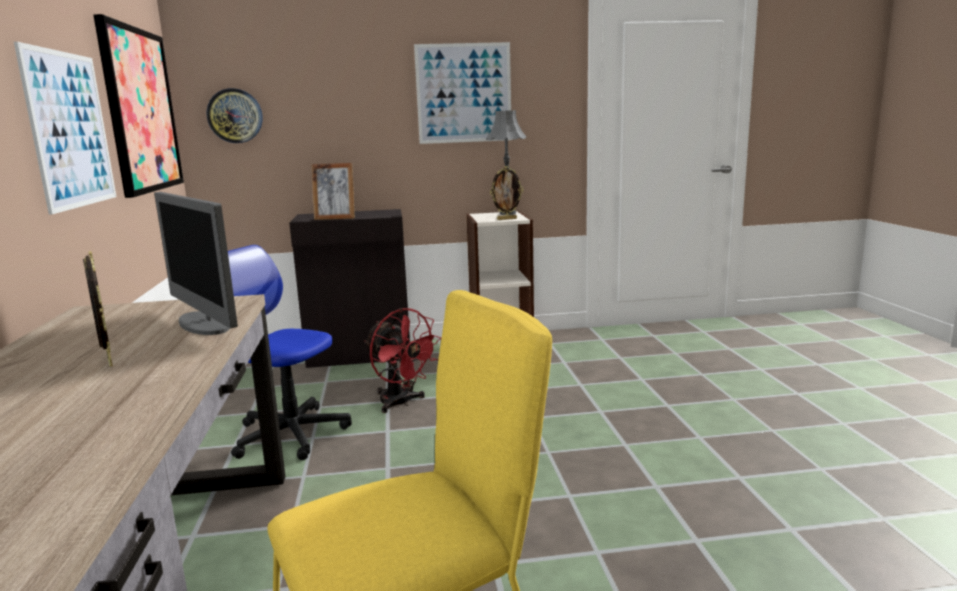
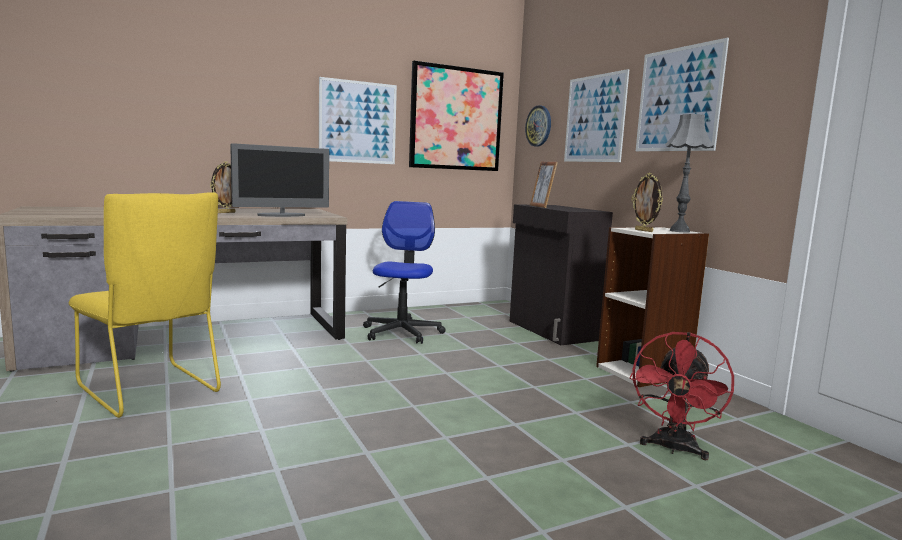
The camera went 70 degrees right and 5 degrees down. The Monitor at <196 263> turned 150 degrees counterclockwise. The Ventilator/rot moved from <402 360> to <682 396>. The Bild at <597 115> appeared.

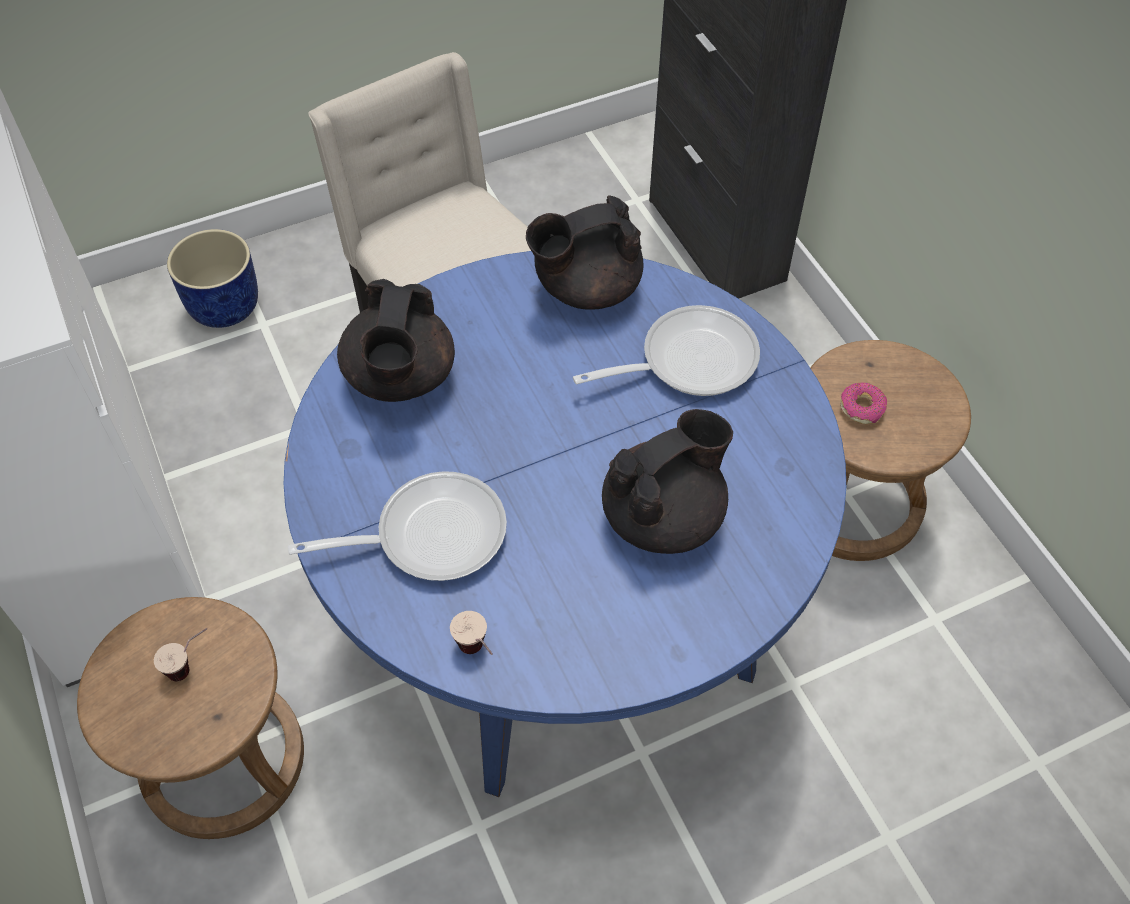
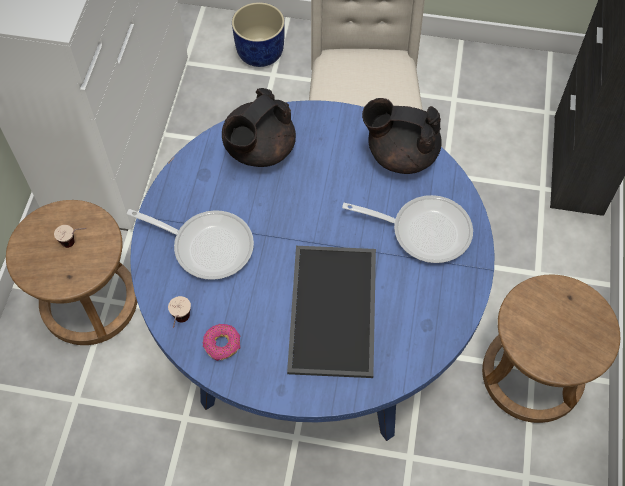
The camera went 35 degrees right and 5 degrees up. The Donut moved from <863 403> to <221 342>. The Teekanne/schwarz at <667 481> was replaced by the Tablett at <331 312>.

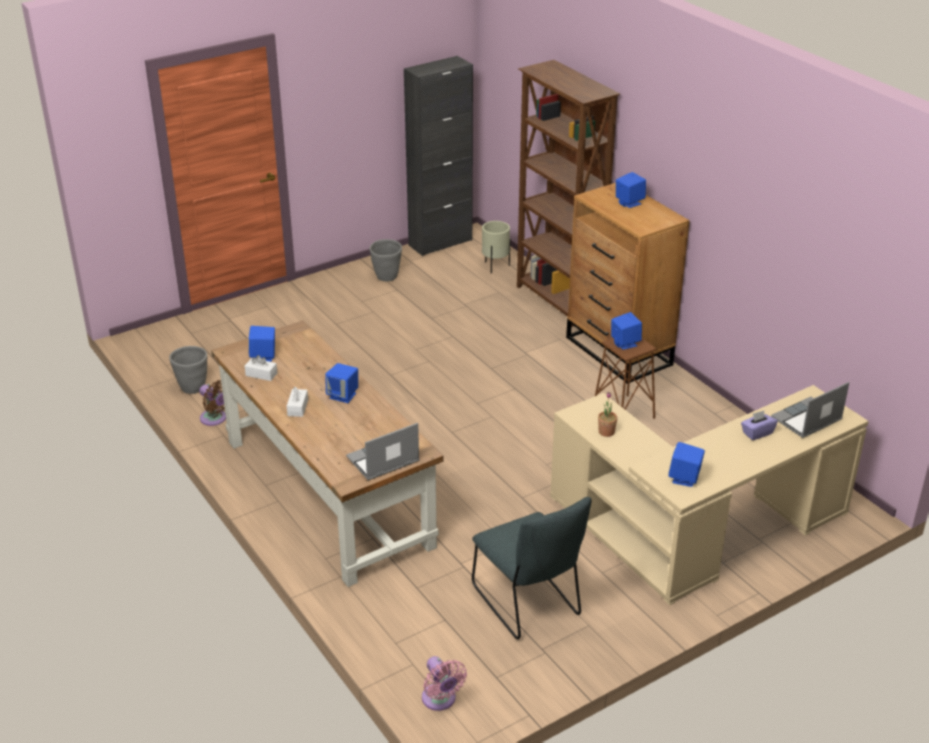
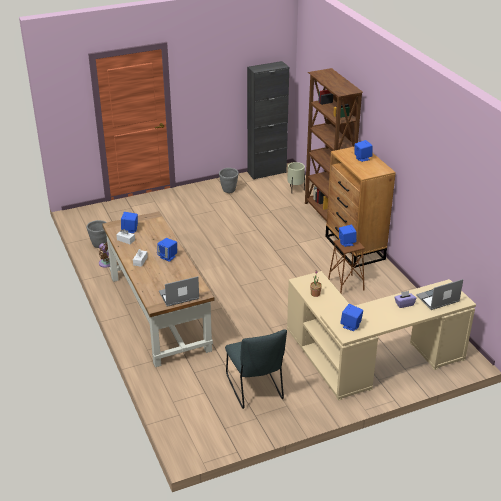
The camera went 10 degrees right and 0 degrees up. The Ventilator/rosa at <444 683> disappeared.

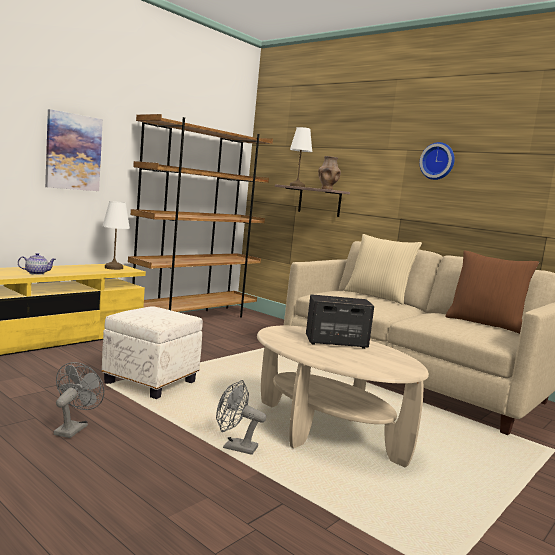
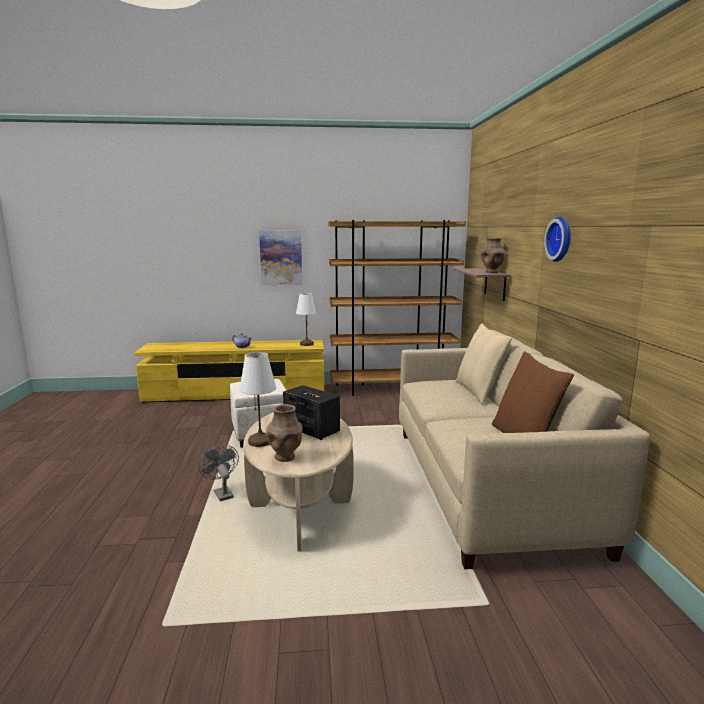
The camera went 45 degrees right and 5 degrees up. The Tischlampe/weiß moved from <301 157> to <257 399>. The Ventilator/grau at <79 400> disappeared. The Vase/braun at <284 433> appeared.

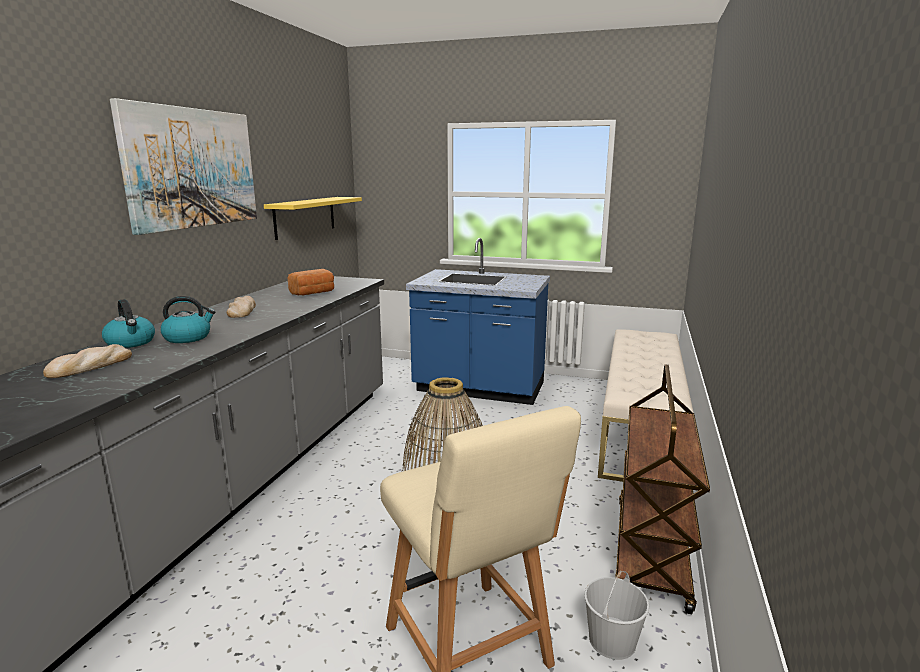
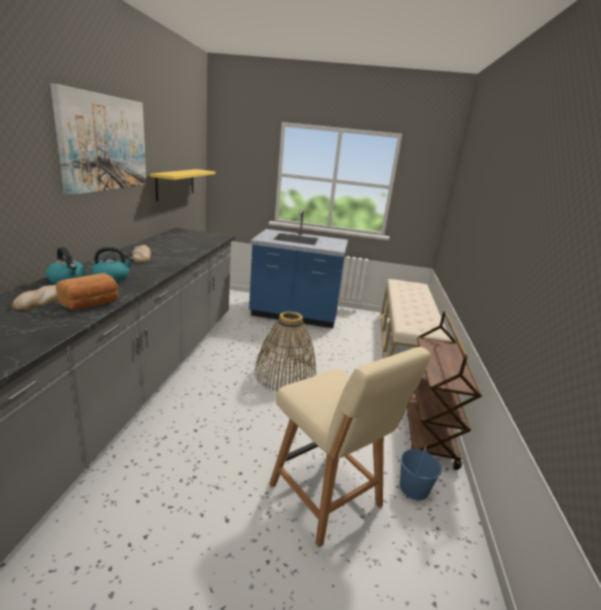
The camera went 10 degrees left and 5 degrees up. The Brot moved from <311 282> to <87 291>. The Eimer/weiß at <616 615> became the Eimer/blau at <421 473>.

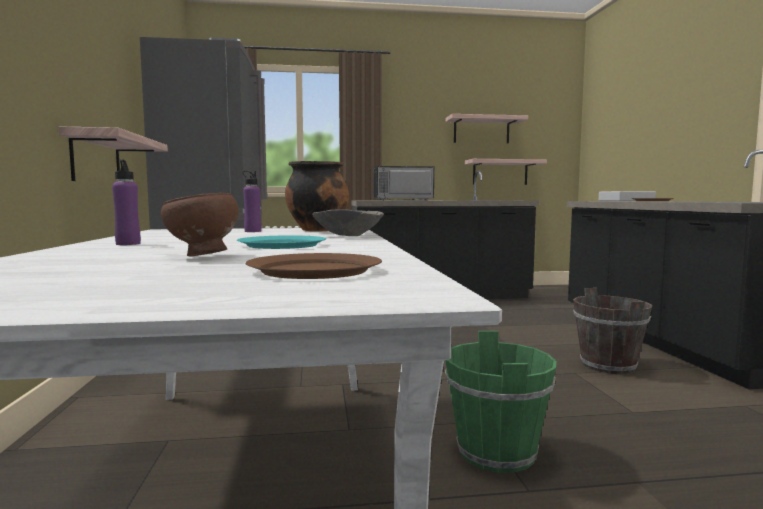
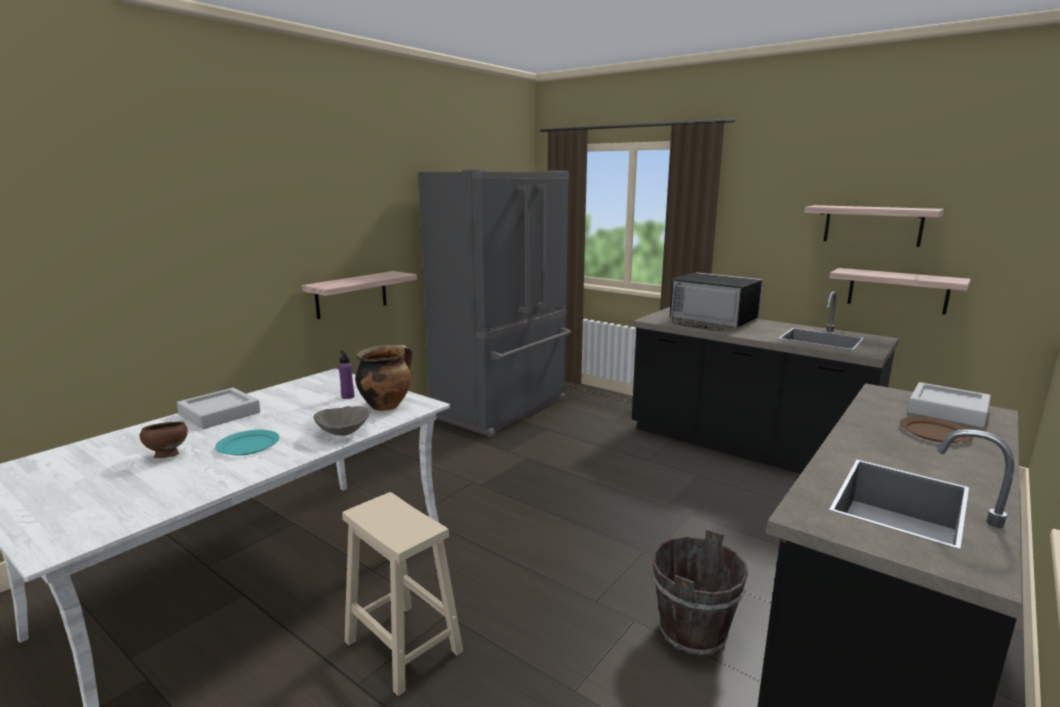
The camera went 45 degrees right and 10 degrees up. The Flasche/lila at <126 202> was replaced by the Tablett/grau at <219 408>. The Teller/braun at <313 266> disappeared. The Eimer/grün at <501 402> was replaced by the Hocker/beige at <402 594>.

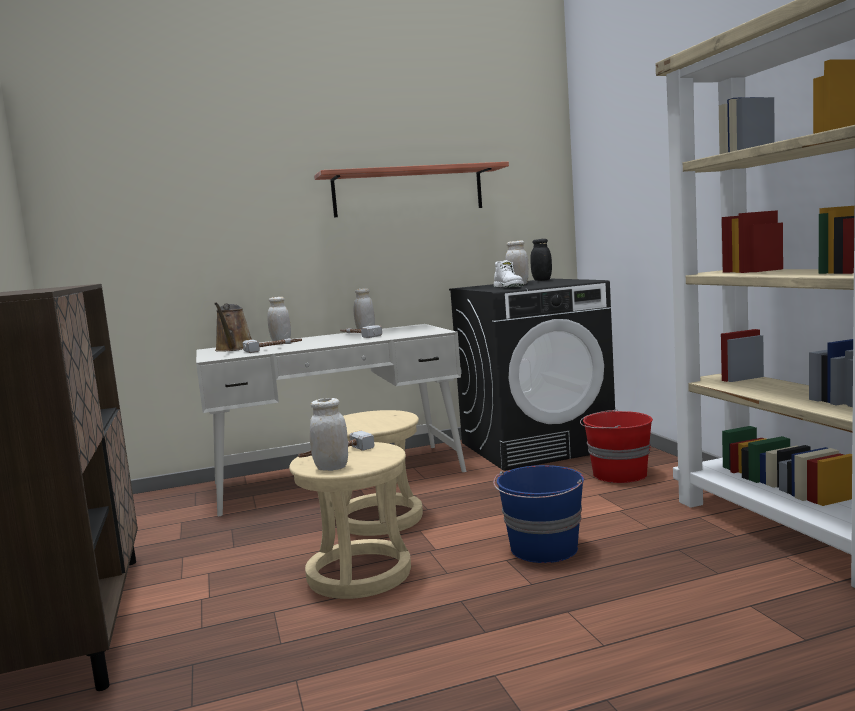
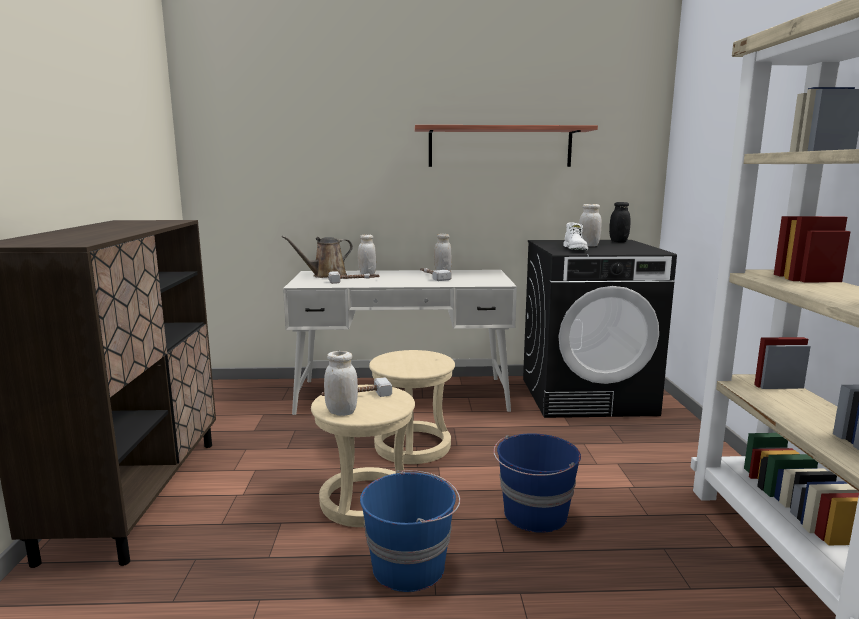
The camera went 15 degrees right and 5 degrees up. The Gießkanne/braun at <233 327> turned 45 degrees clockwise. The Eimer/rot at <616 446> disappeared. The Eimer/blau at <410 531> appeared.

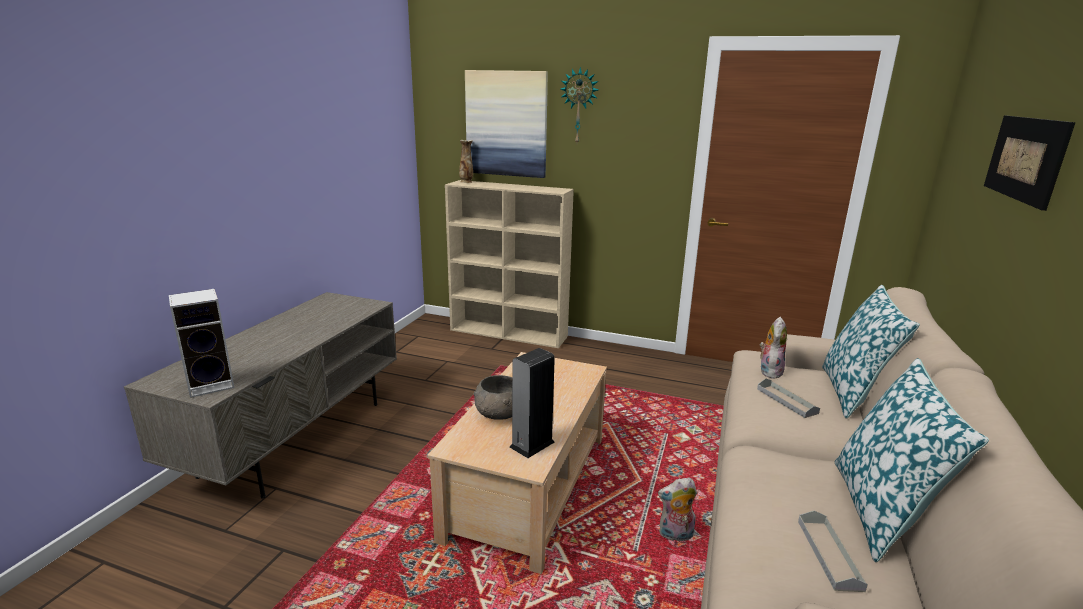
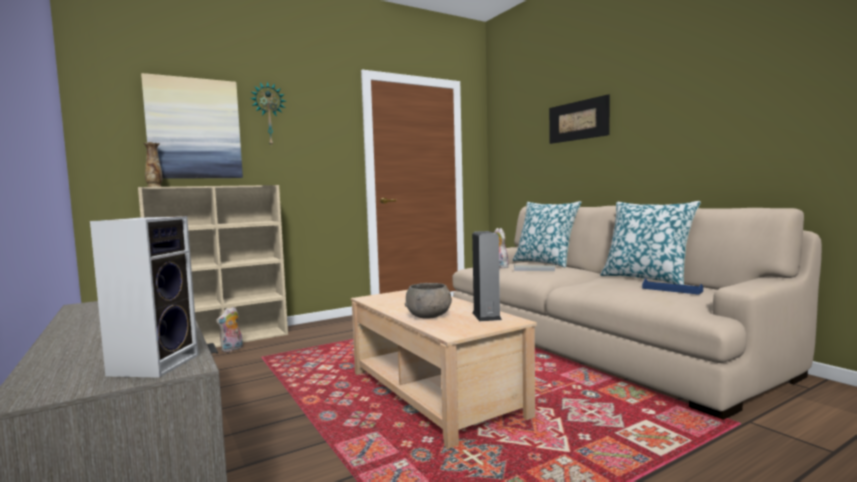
The camera went 50 degrees left and 15 degrees down. The Plüschtier moved from <677 509> to <229 329>. The Tablett/grau at <833 551> became the Tablett/blau at <672 287>.

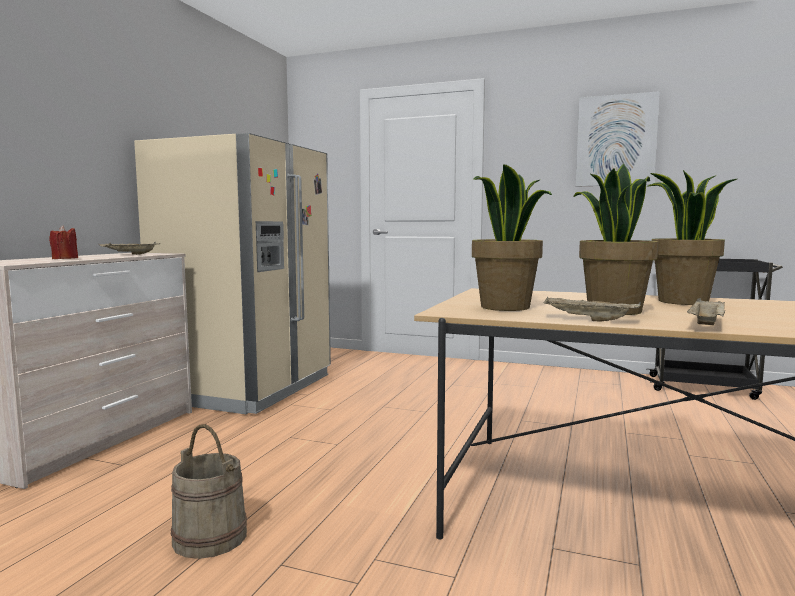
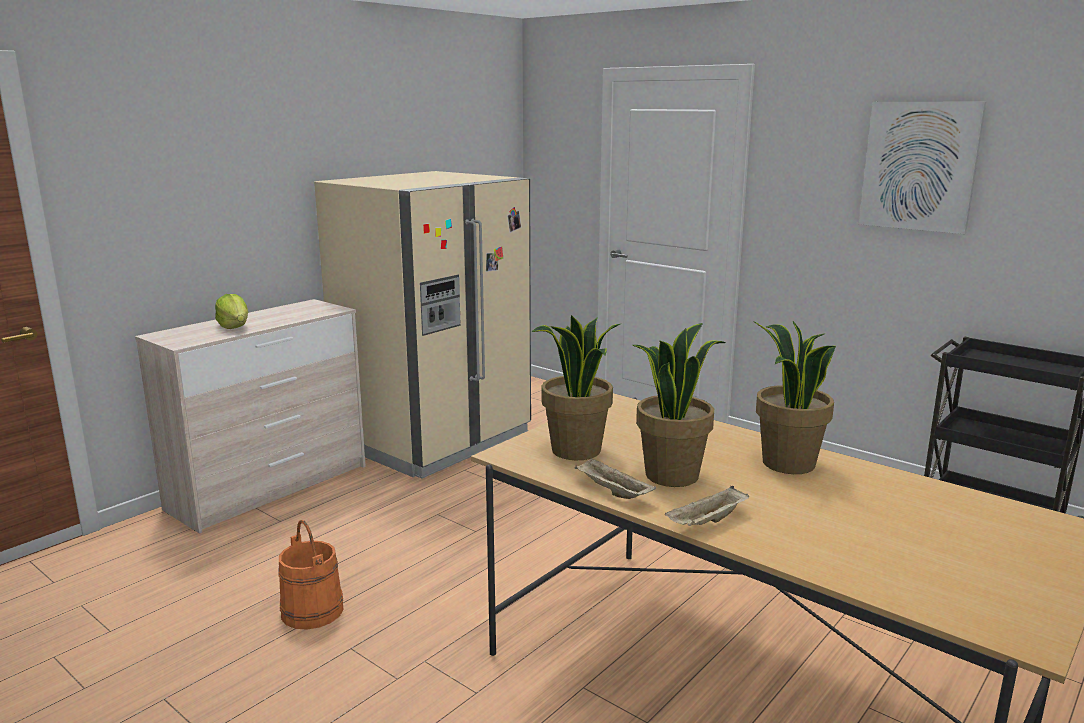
The camera went 20 degrees right and 10 degrees up. The Kerze/rot at <63 242> was replaced by the Salatkopf at <231 311>. The Tablett/beige at <129 248> disappeared. The Eimer/beige at <209 491> became the Eimer/orange at <311 575>.

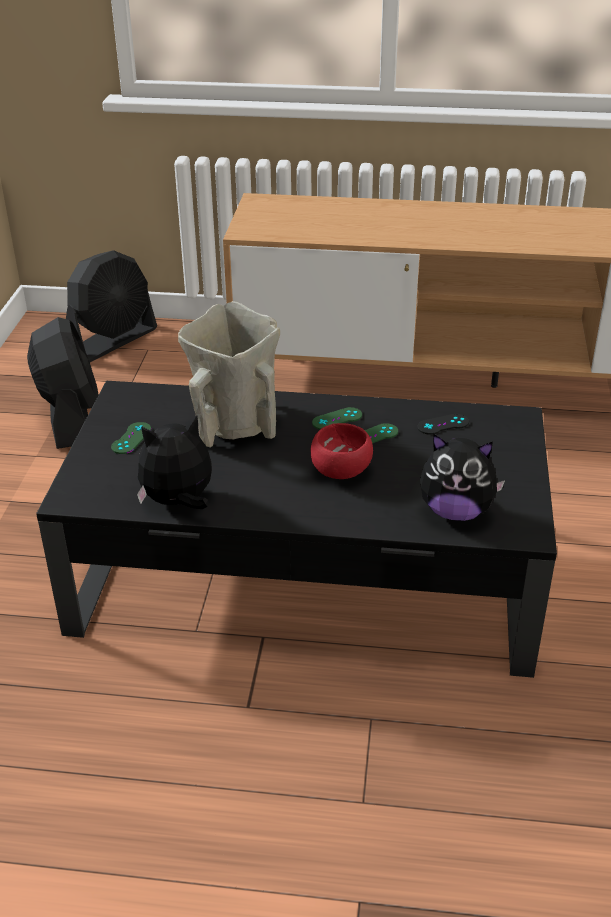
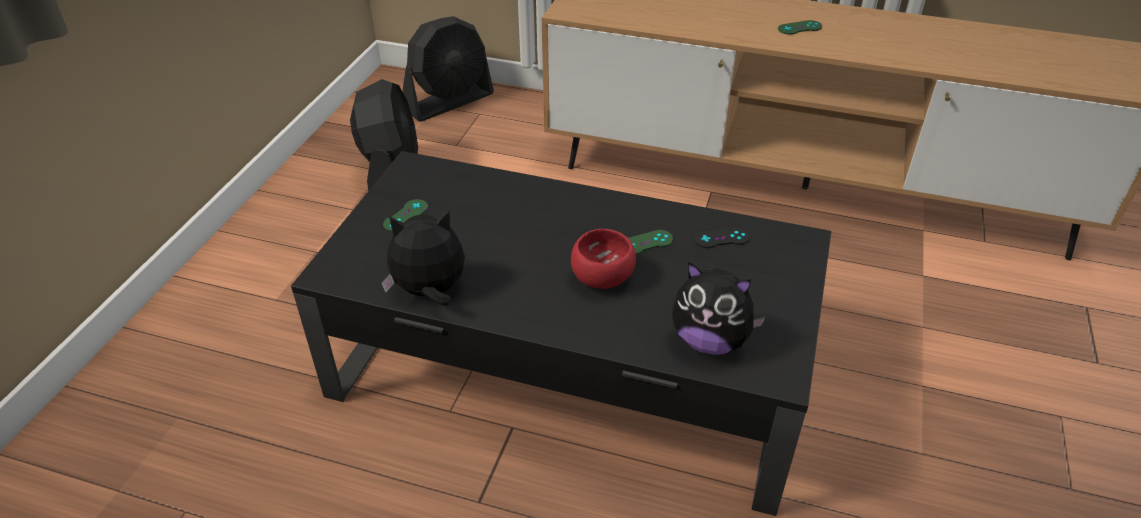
The camera went 10 degrees right and 5 degrees up. The Vase/beige at <229 374> disappeared. The Gamepad/grün moved from <337 418> to <800 27>.

